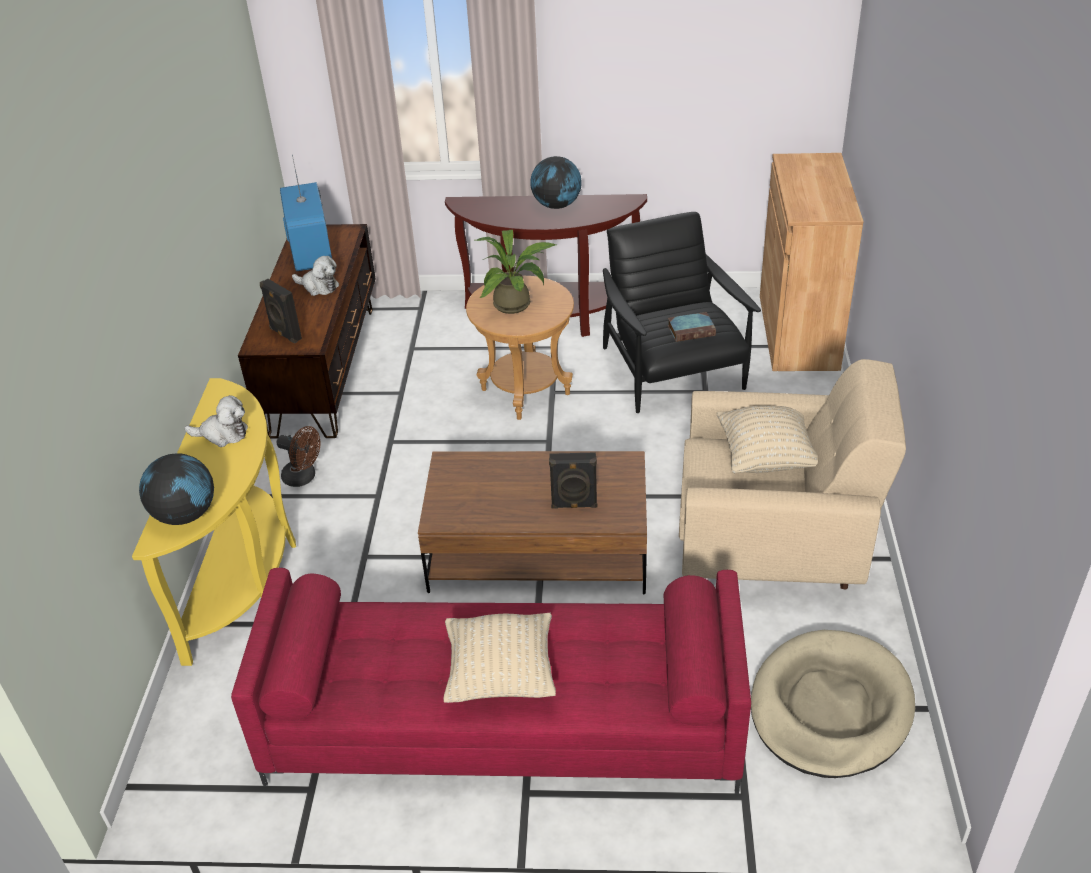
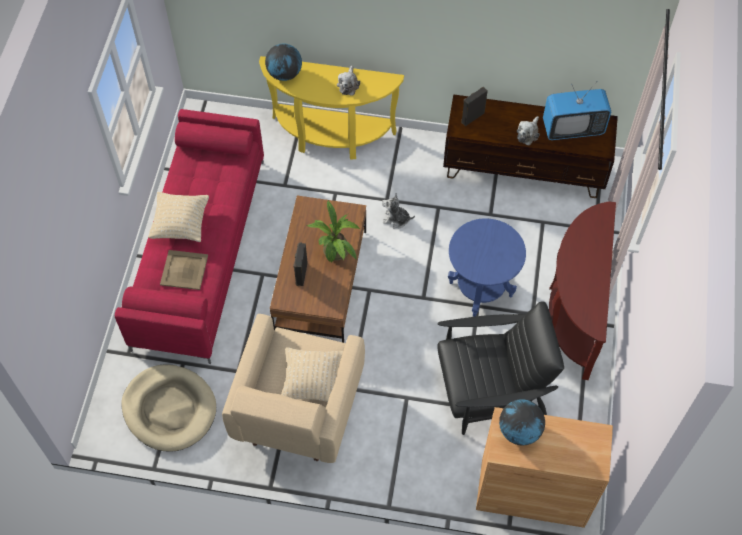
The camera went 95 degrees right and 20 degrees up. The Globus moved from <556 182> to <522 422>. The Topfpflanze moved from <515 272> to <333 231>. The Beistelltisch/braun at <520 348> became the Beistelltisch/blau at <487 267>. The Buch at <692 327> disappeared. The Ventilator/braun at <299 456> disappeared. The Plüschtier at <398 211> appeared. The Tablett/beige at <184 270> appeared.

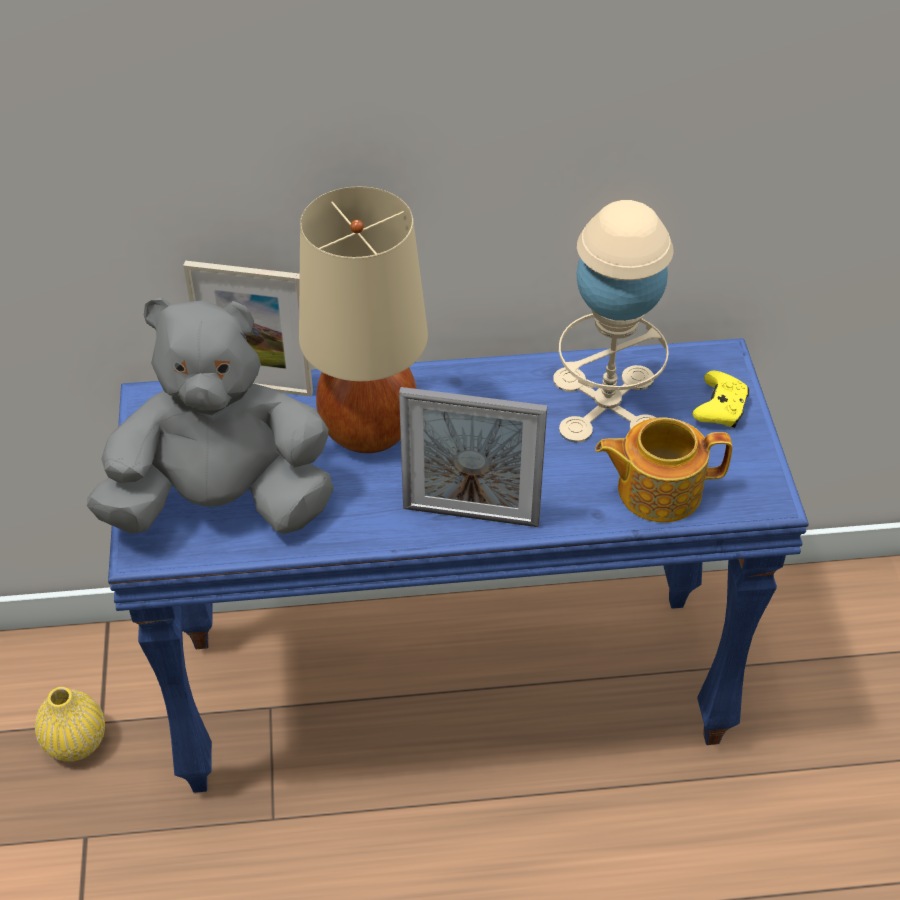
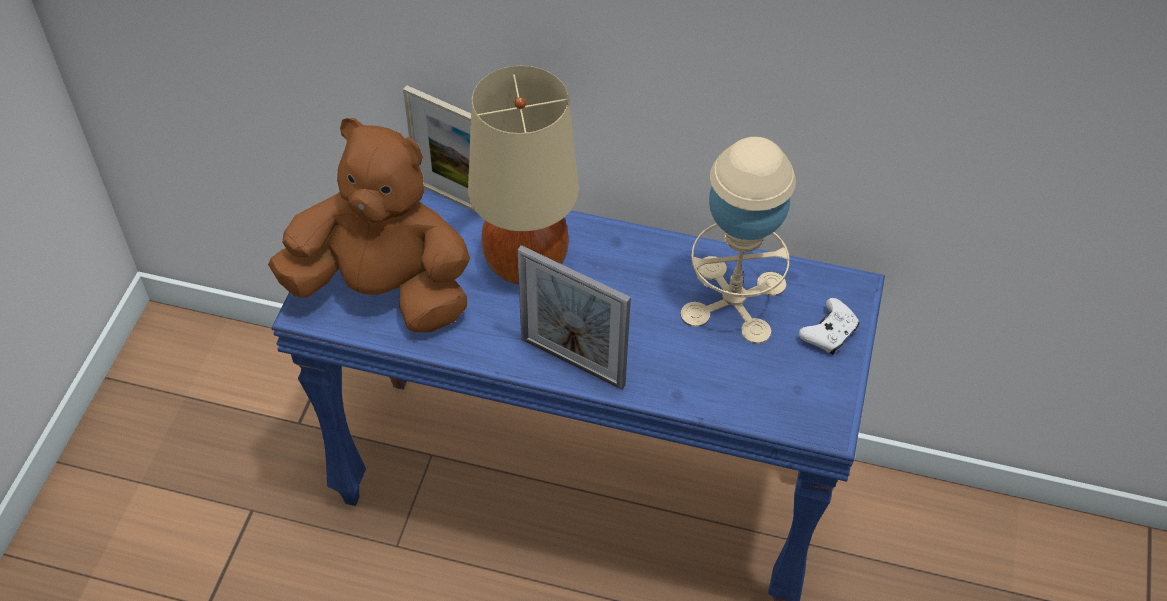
The camera went 20 degrees right and 5 degrees up. The Plüschtier/grau at <210 415> became the Plüschtier/braun at <369 225>. The Gamepad/gelb at <720 399> became the Gamepad/weiß at <829 326>. The Teekanne at <663 470> disappeared. The Vase/gelb at <70 724> disappeared.

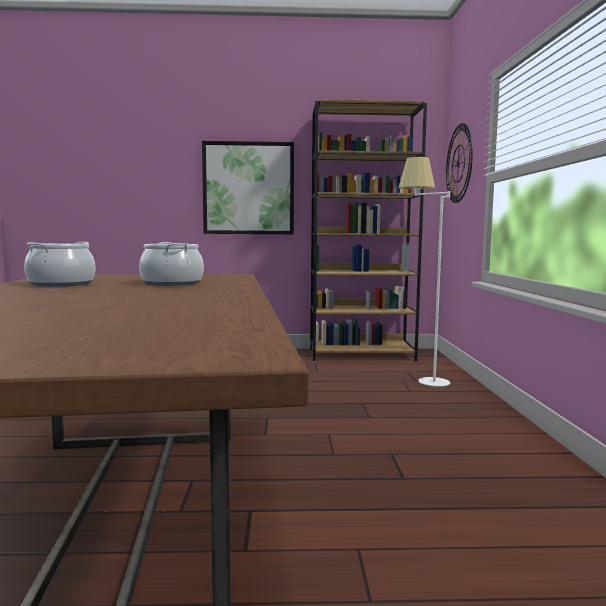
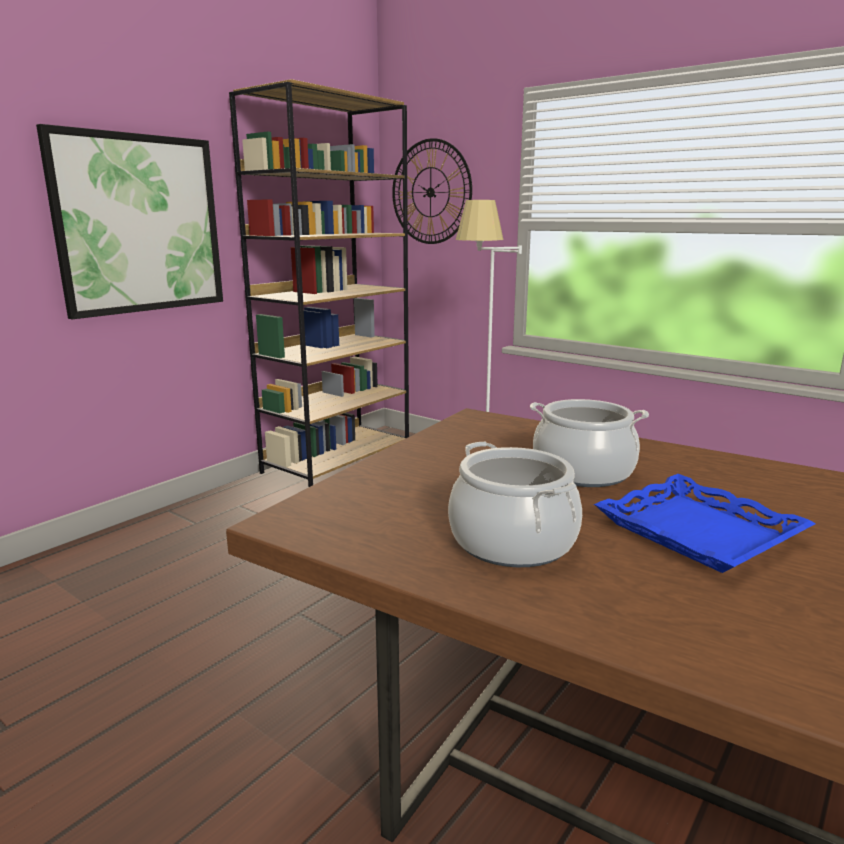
The camera went 50 degrees left and 10 degrees up. The Tablett/blau at <705 523> appeared.

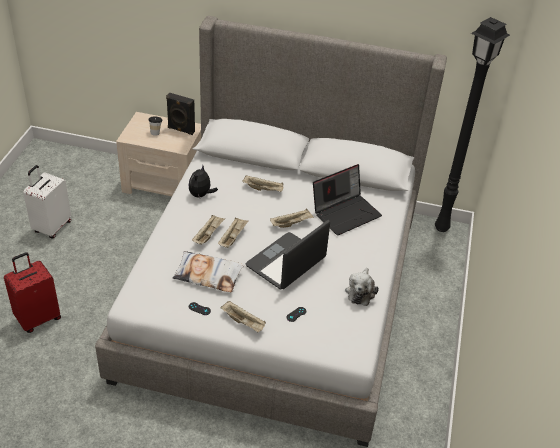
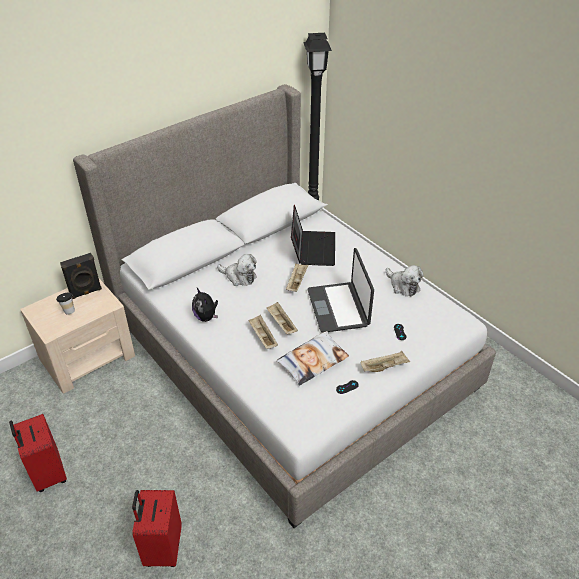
The camera went 50 degrees left and 0 degrees up. The Koffer/weiß at <47 201> became the Koffer/rot at <38 453>. The Tablett/beige at <263 183> was replaced by the Plüschtier at <237 270>.

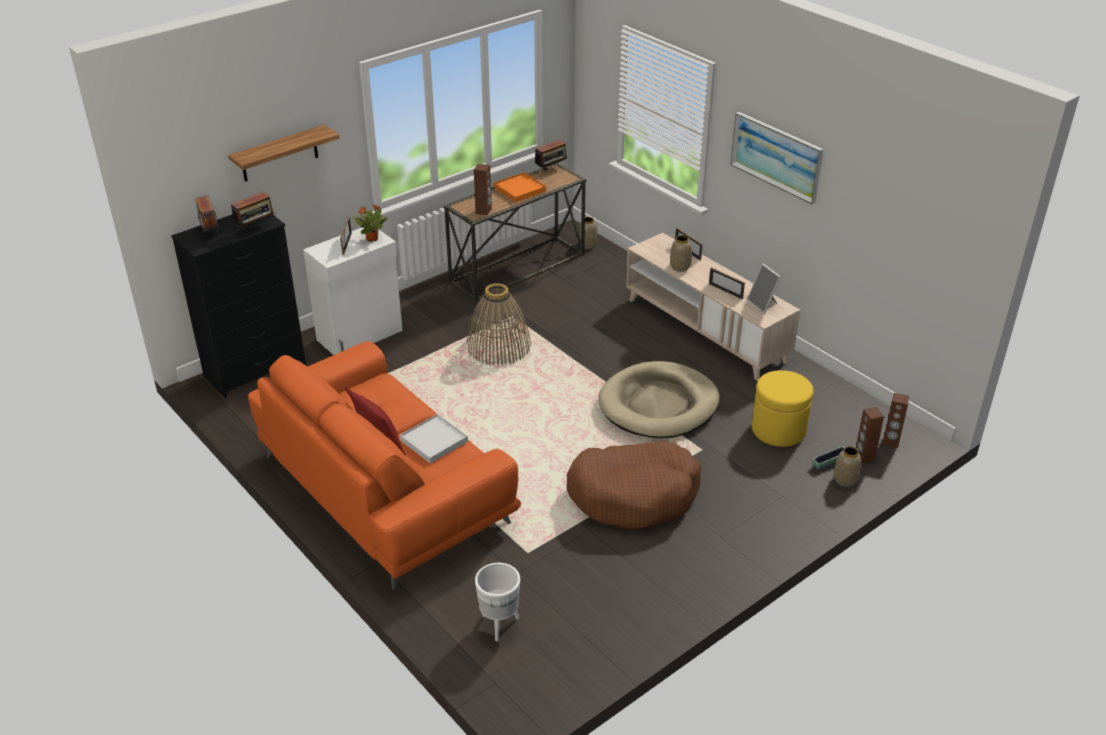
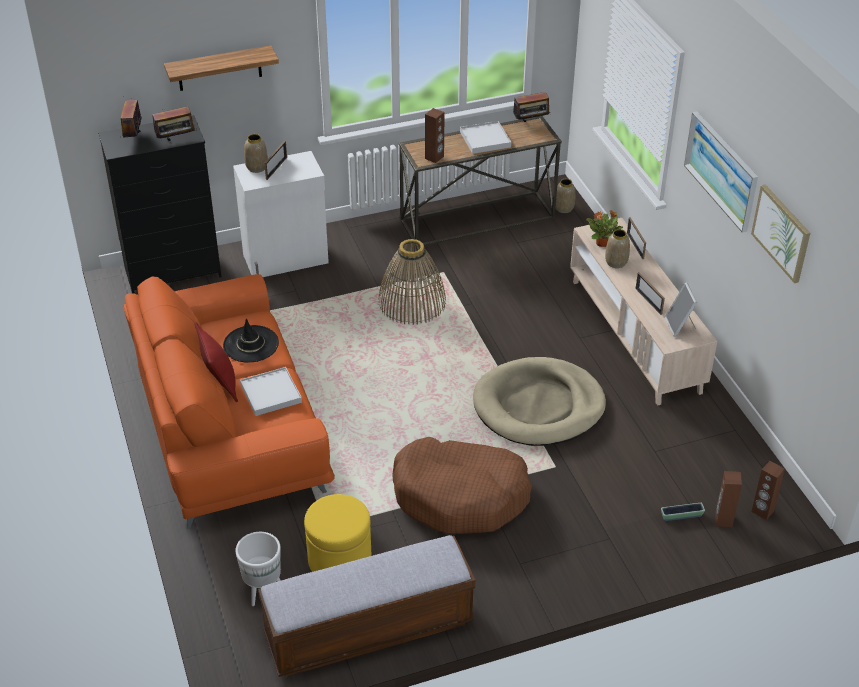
The camera went 20 degrees right and 5 degrees up. The Tablett/orange at <520 187> became the Tablett/weiß at <485 137>. The Topfpflanze moved from <370 223> to <604 228>. The Polsterhocker/gelb moved from <782 408> to <338 533>. The Vase moved from <847 466> to <256 153>. The Bild at <780 234> appeared. The Hut/schwarz at <251 341> appeared. The Bank at <367 606> appeared.

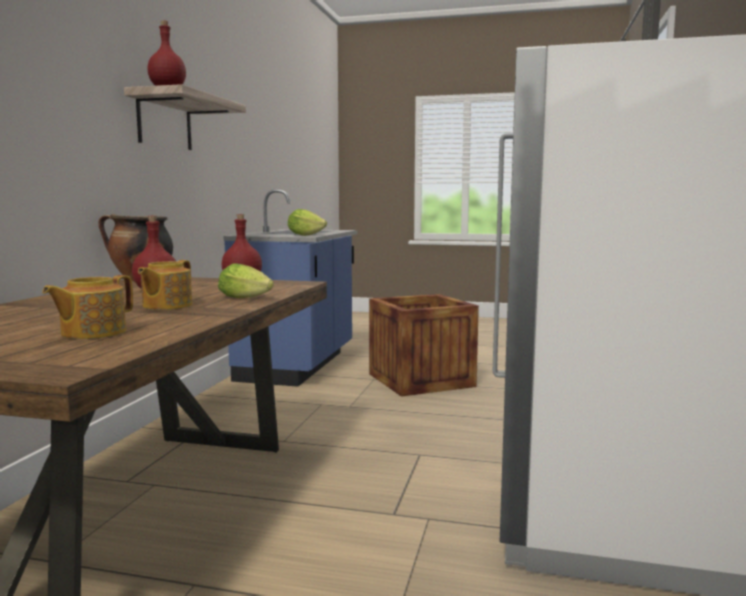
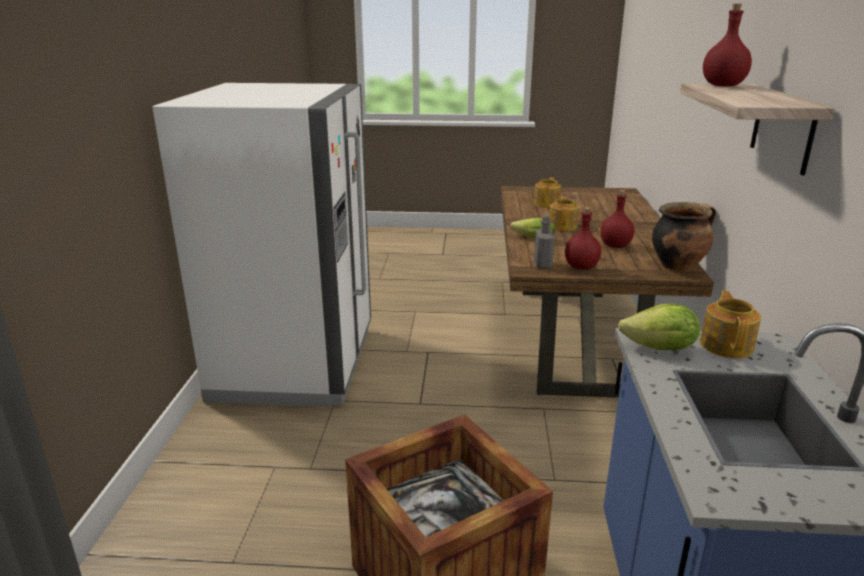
The camera went 170 degrees right and 15 degrees up. The Flasche/grau at <544 242> appeared. The Teekanne at <730 324> appeared.

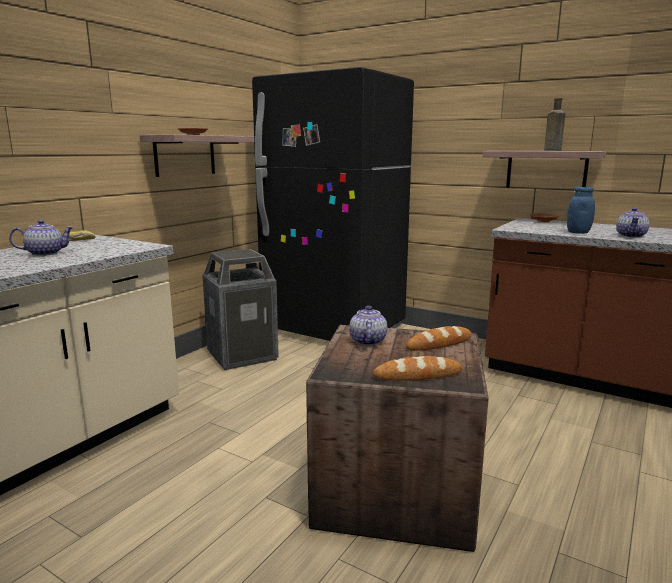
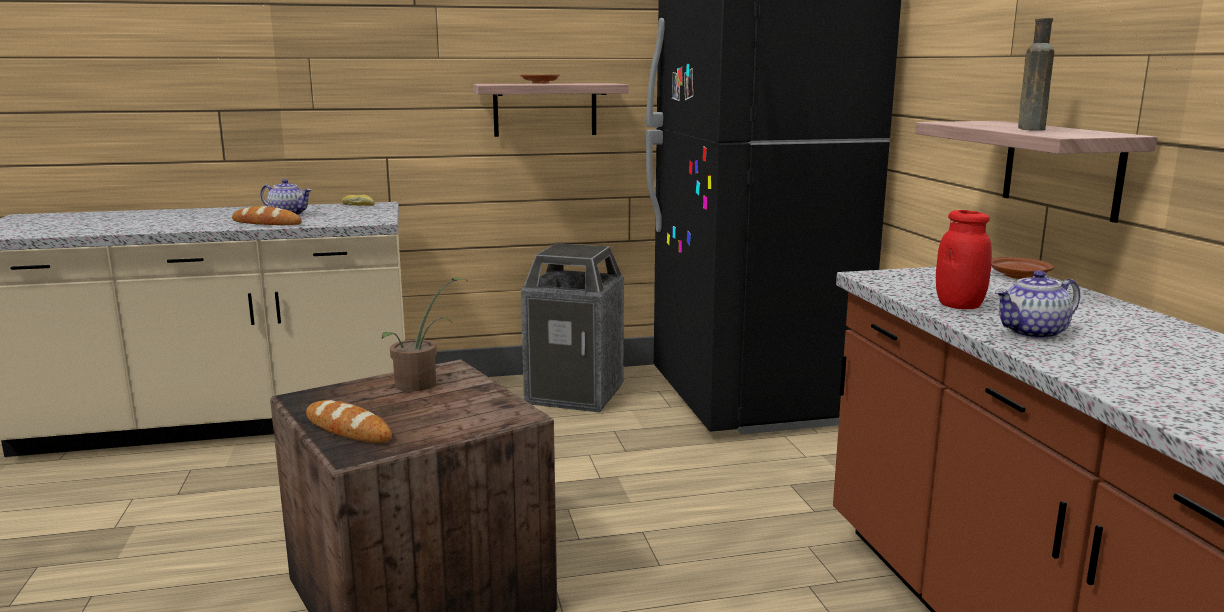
The camera went 45 degrees right and 0 degrees up. The Vorratsglas/blau at <581 210> became the Vorratsglas/rot at <964 259>. The Teekanne at <368 326> was replaced by the Topfpflanze at <424 334>. The Brot moved from <439 338> to <267 215>.

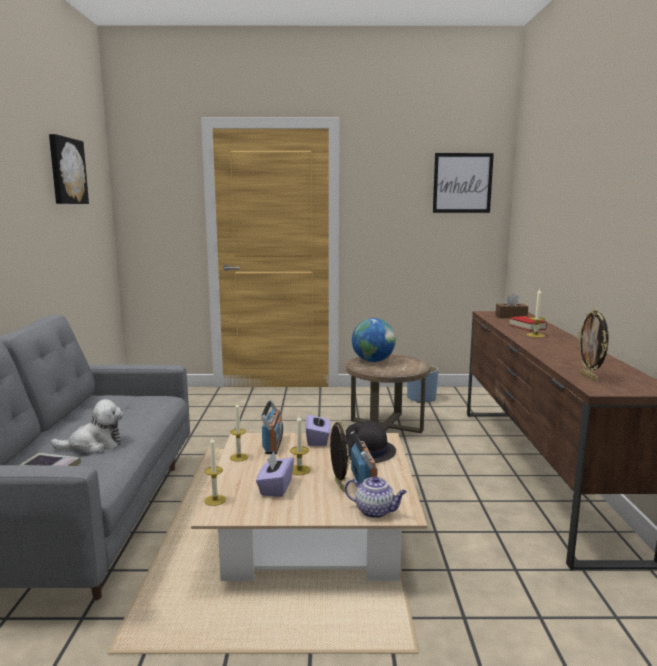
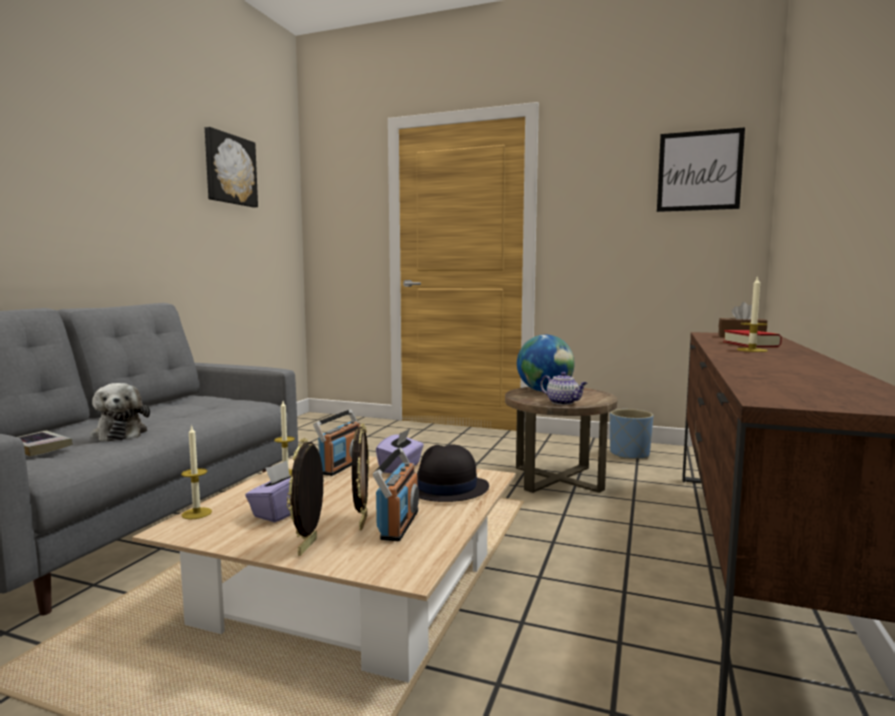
The camera went 20 degrees right and 5 degrees down. The Bilderrahmen moved from <593 344> to <305 497>. The Plüschtier at <87 426> turned 60 degrees clockwise. The Kerze at <300 445> disappeared. The Teekanne moved from <376 497> to <563 388>.

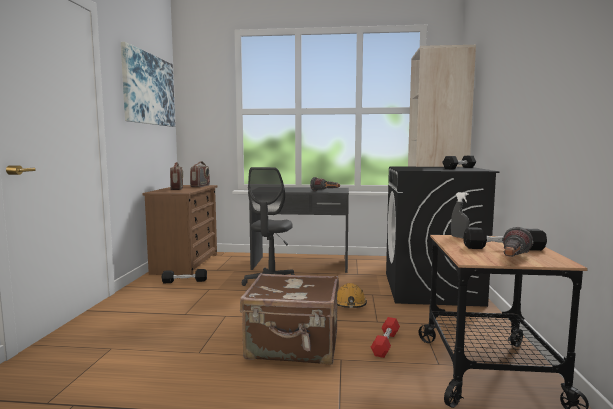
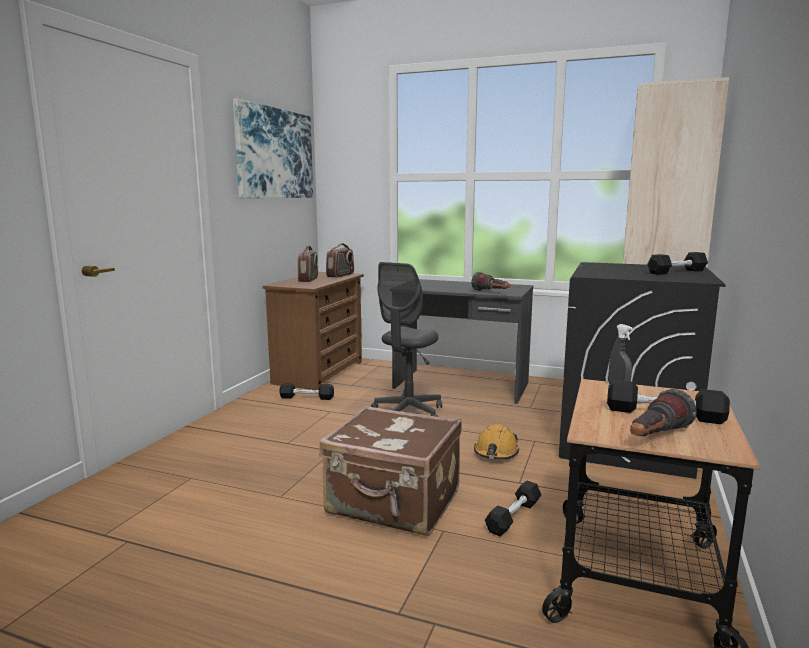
The camera went 15 degrees right and 5 degrees up. The Hantel/rot at <385 337> became the Hantel/schwarz at <513 508>.

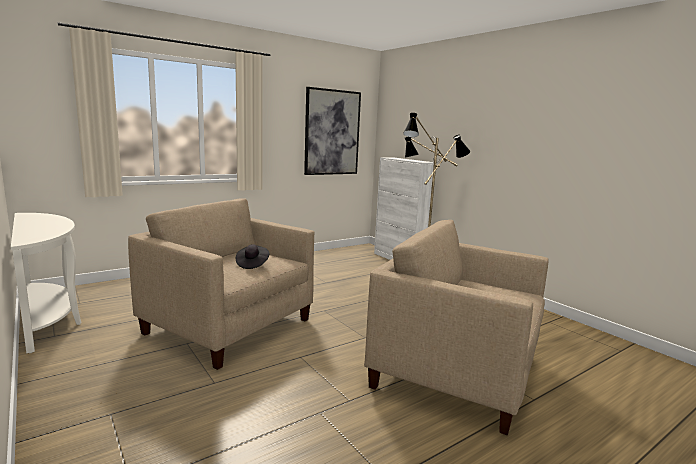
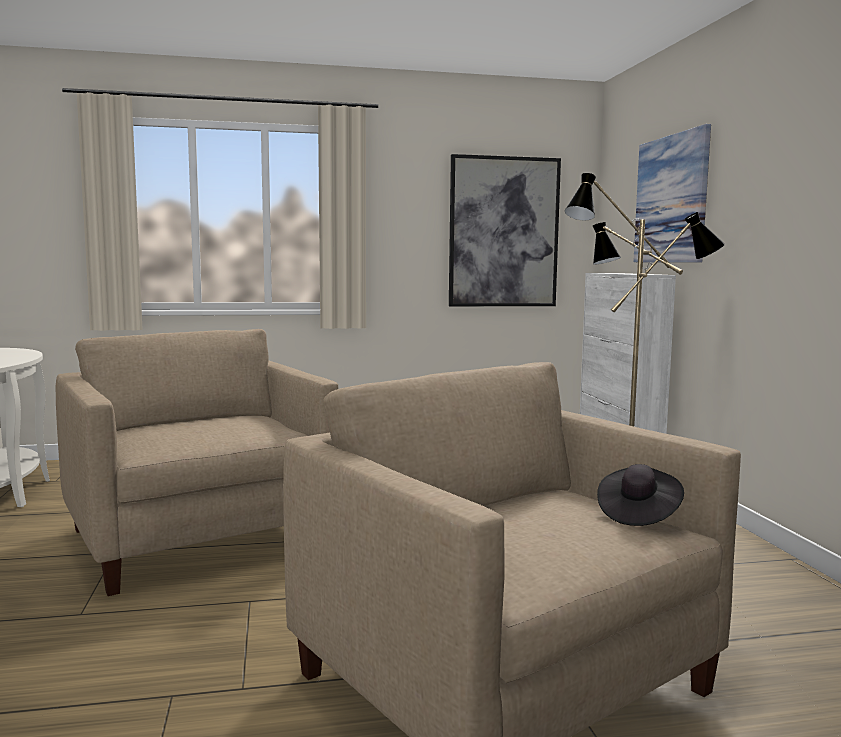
The camera went 25 degrees right and 5 degrees down. The Hut/schwarz moved from <252 257> to <640 495>. The Bild at <672 193> appeared.

